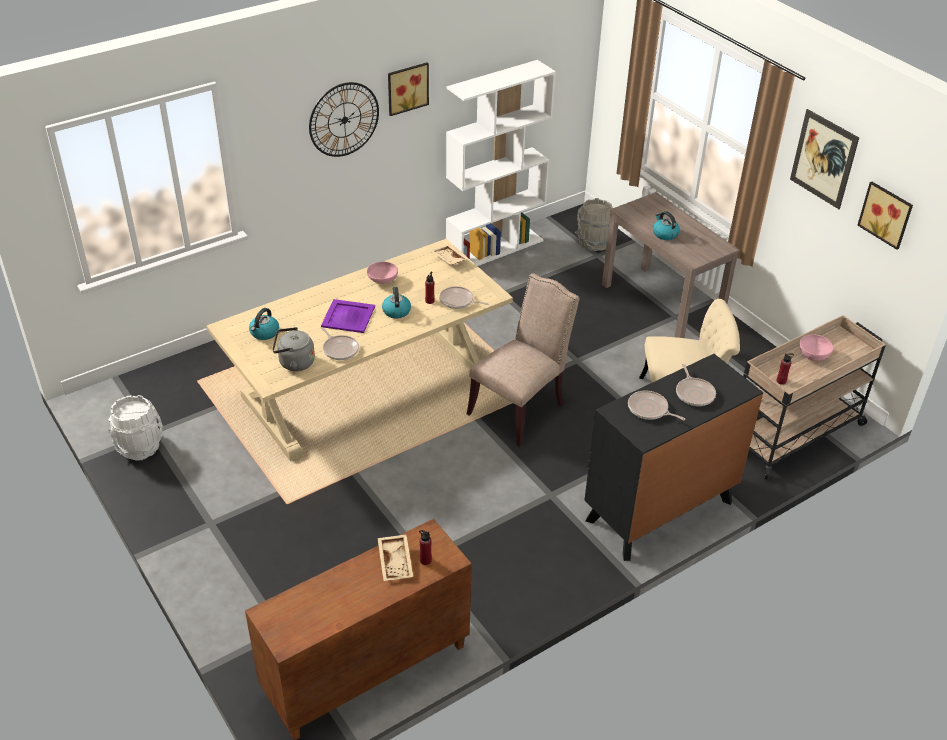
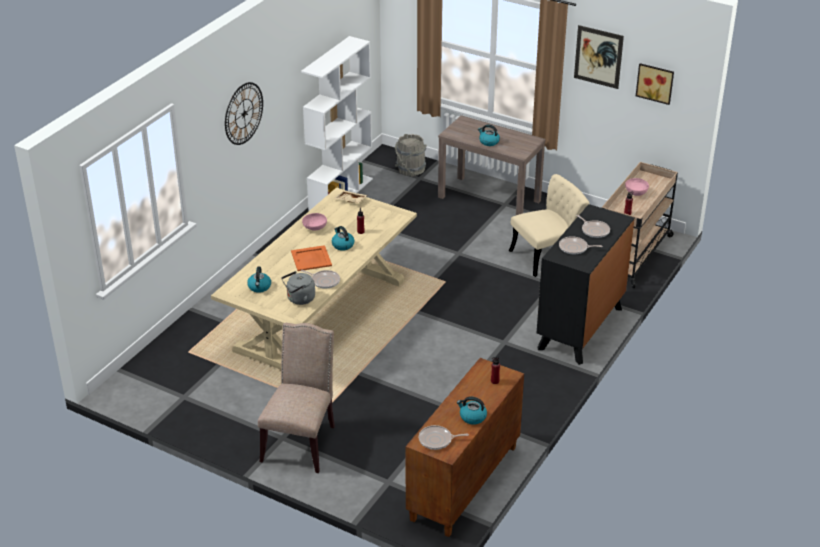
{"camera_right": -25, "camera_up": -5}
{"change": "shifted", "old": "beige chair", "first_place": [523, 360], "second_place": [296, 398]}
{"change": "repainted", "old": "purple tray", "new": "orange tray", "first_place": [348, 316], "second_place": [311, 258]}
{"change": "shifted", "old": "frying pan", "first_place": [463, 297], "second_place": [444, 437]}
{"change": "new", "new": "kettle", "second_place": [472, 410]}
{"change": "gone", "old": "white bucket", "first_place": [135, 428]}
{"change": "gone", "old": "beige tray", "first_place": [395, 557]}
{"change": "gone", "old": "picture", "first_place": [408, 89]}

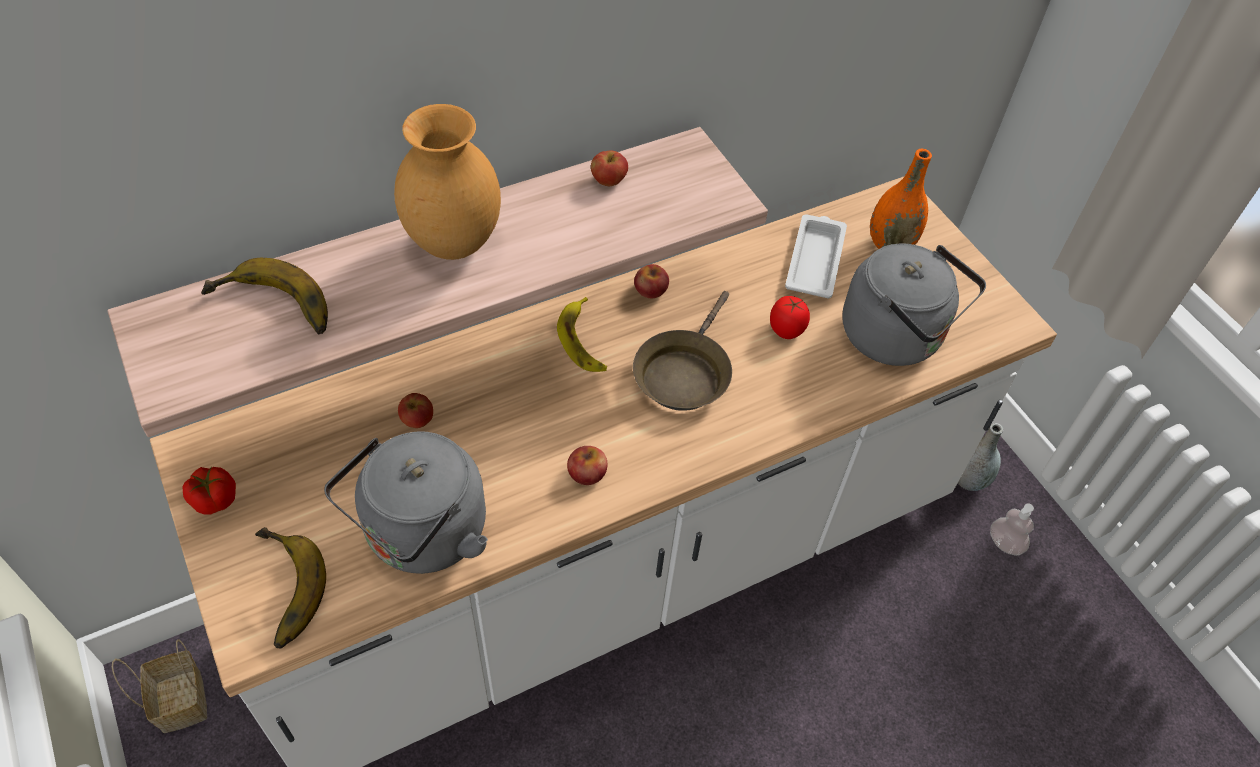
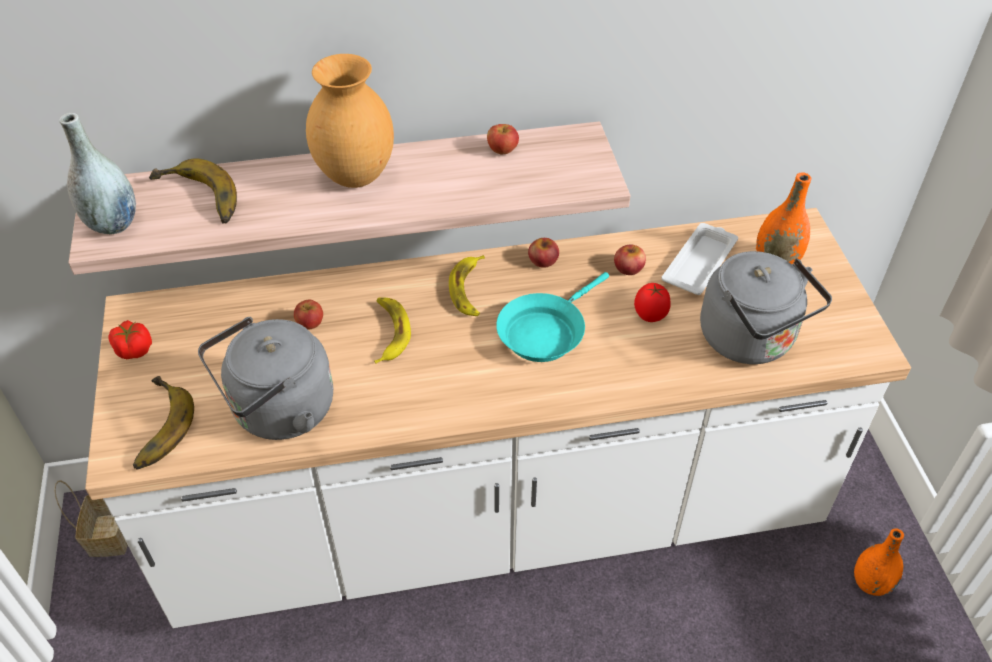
{"camera_right": 20, "camera_up": -5}
{"change": "shifted", "old": "grey vase", "first_place": [980, 457], "second_place": [97, 173]}
{"change": "new", "new": "banana", "second_place": [392, 330]}
{"change": "repainted", "old": "brown frying pan", "new": "turquoise frying pan", "first_place": [682, 351], "second_place": [552, 317]}
{"change": "shifted", "old": "apple", "first_place": [587, 465], "second_place": [630, 260]}
{"change": "swapped", "old": "soap dispenser", "new": "orange vase", "first_place": [1012, 529], "second_place": [879, 562]}

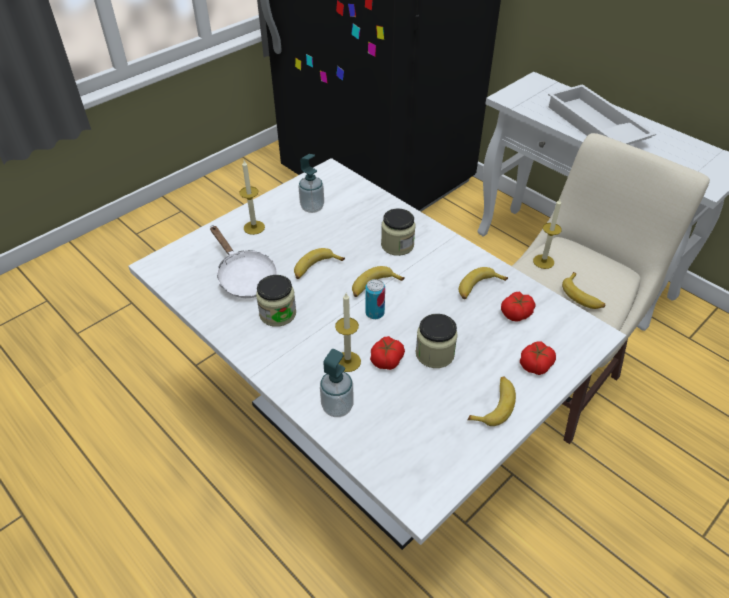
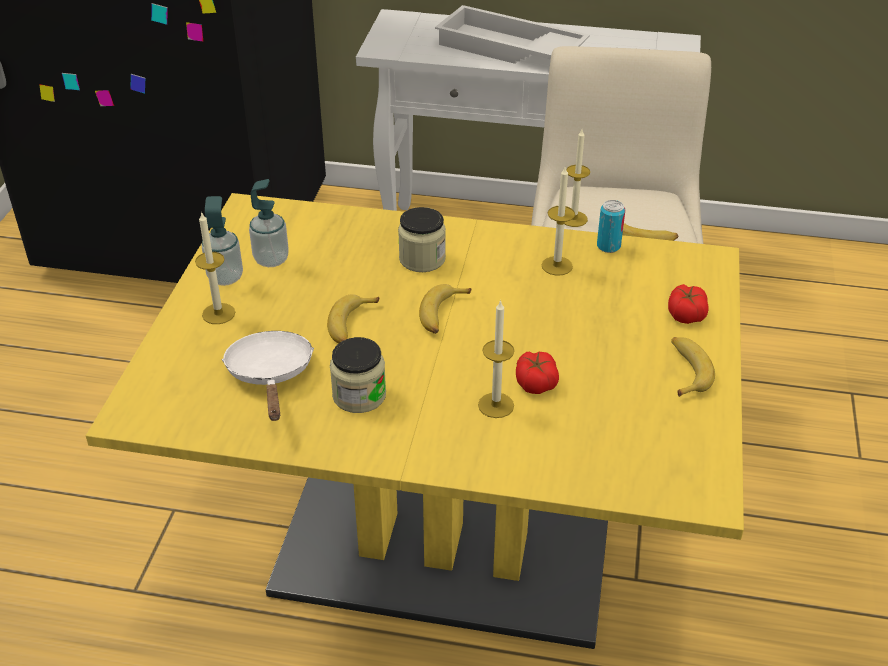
{"camera_right": -35, "camera_up": -5}
{"change": "repainted", "old": "white dining table", "new": "yellow dining table", "first_place": [377, 354], "second_place": [415, 421]}
{"change": "shifted", "old": "soap dispenser", "first_place": [337, 383], "second_place": [222, 241]}
{"change": "rotated", "old": "white frying pan", "first_place": [243, 262], "second_place": [267, 376], "degrees": -120}
{"change": "swapped", "old": "banana", "new": "candle", "first_place": [483, 283], "second_place": [558, 221]}
{"change": "shifted", "old": "can", "first_place": [375, 299], "second_place": [611, 226]}
{"change": "gone", "old": "jar", "first_place": [437, 341]}
{"change": "gone", "old": "tomato", "first_place": [518, 307]}

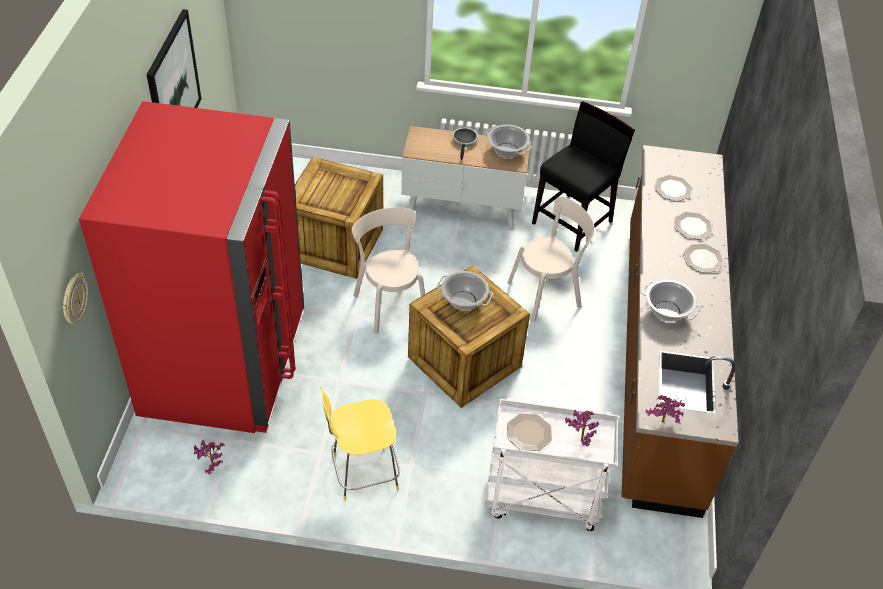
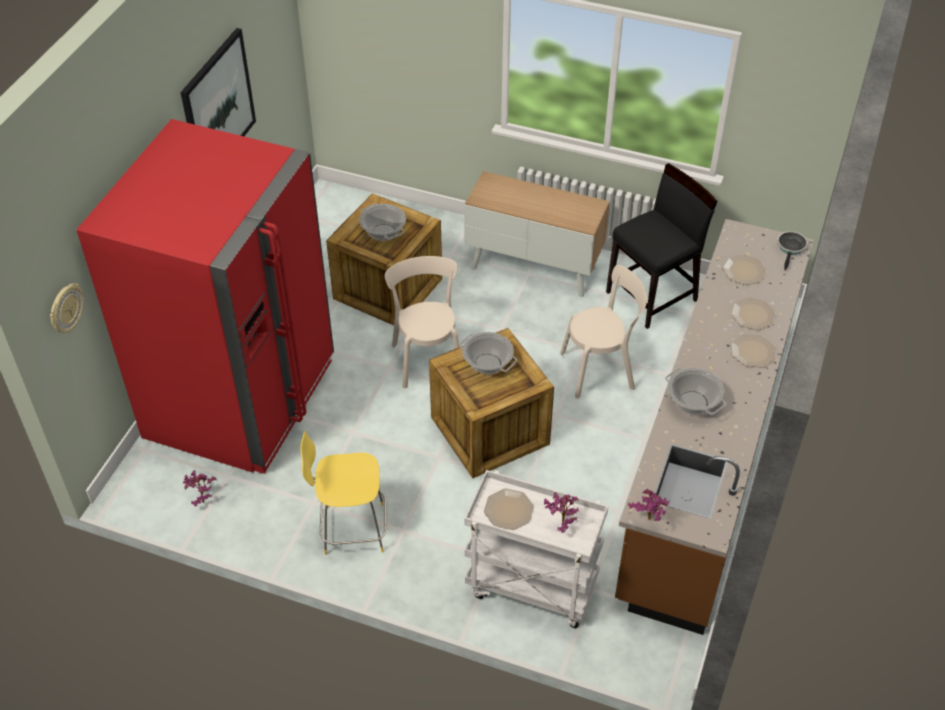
{"camera_right": 15, "camera_up": 0}
{"change": "shifted", "old": "cooking pot", "first_place": [509, 141], "second_place": [382, 222]}
{"change": "shifted", "old": "frying pan", "first_place": [465, 144], "second_place": [792, 250]}

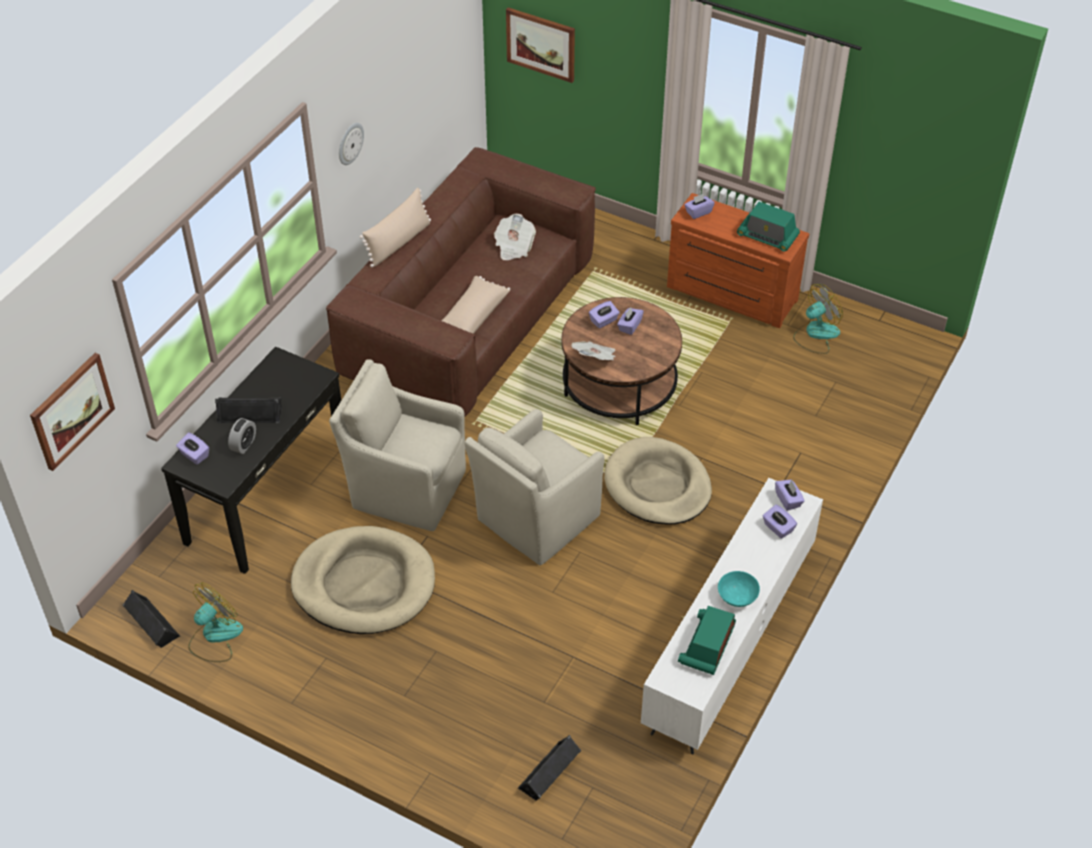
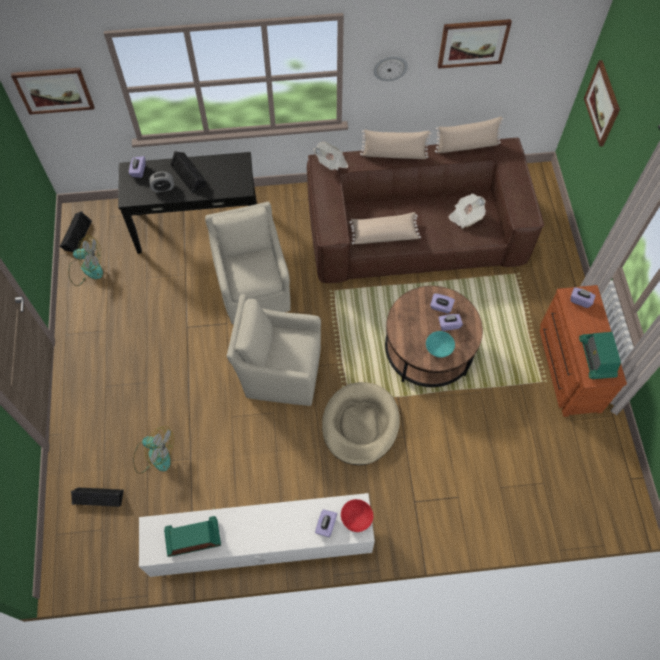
{"camera_right": 55, "camera_up": 15}
{"change": "shifted", "old": "fan", "first_place": [818, 319], "second_place": [153, 450]}
{"change": "shifted", "old": "newspaper", "first_place": [594, 350], "second_place": [330, 156]}
{"change": "swapped", "old": "purple tissue box", "new": "red bowl", "first_place": [790, 495], "second_place": [357, 515]}
{"change": "shifted", "old": "turquoise bowl", "first_place": [739, 589], "second_place": [440, 344]}
{"change": "new", "new": "beige pillow", "second_place": [469, 135]}
{"change": "new", "new": "picture", "second_place": [475, 44]}
{"change": "gone", "old": "beige dog bed", "first_place": [363, 580]}

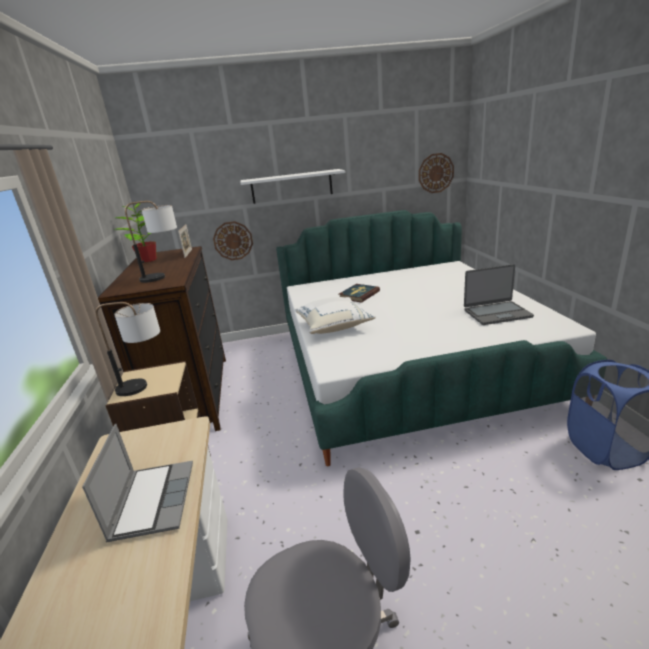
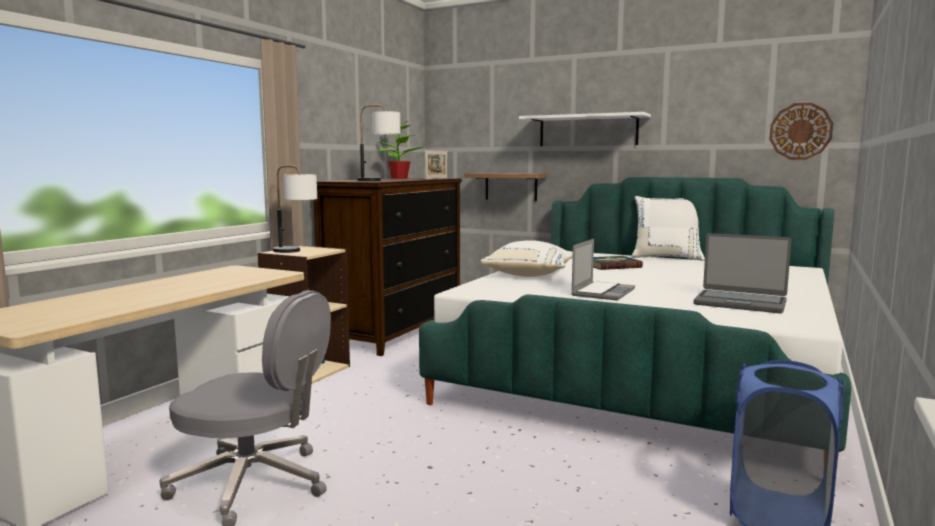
{"camera_right": 35, "camera_up": -15}
{"change": "swapped", "old": "wall clock", "new": "shelf", "first_place": [233, 240], "second_place": [505, 187]}
{"change": "shifted", "old": "laptop", "first_place": [137, 483], "second_place": [603, 270]}
{"change": "new", "new": "white pillow", "second_place": [668, 228]}

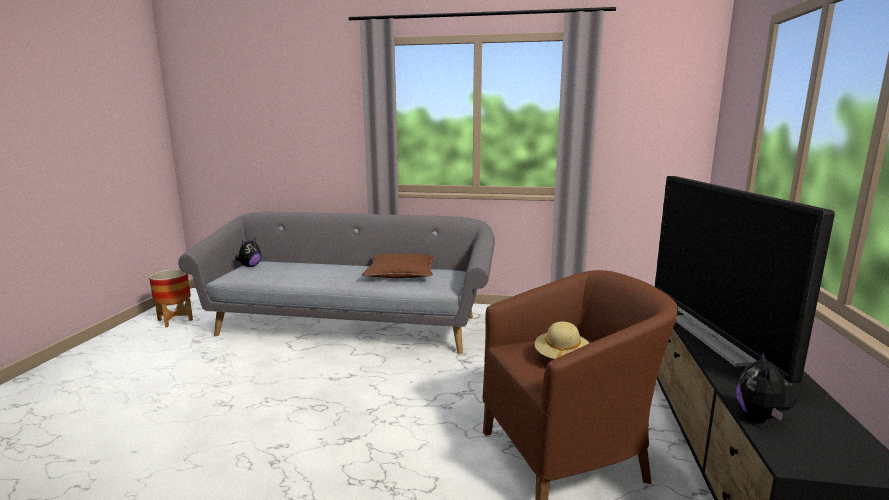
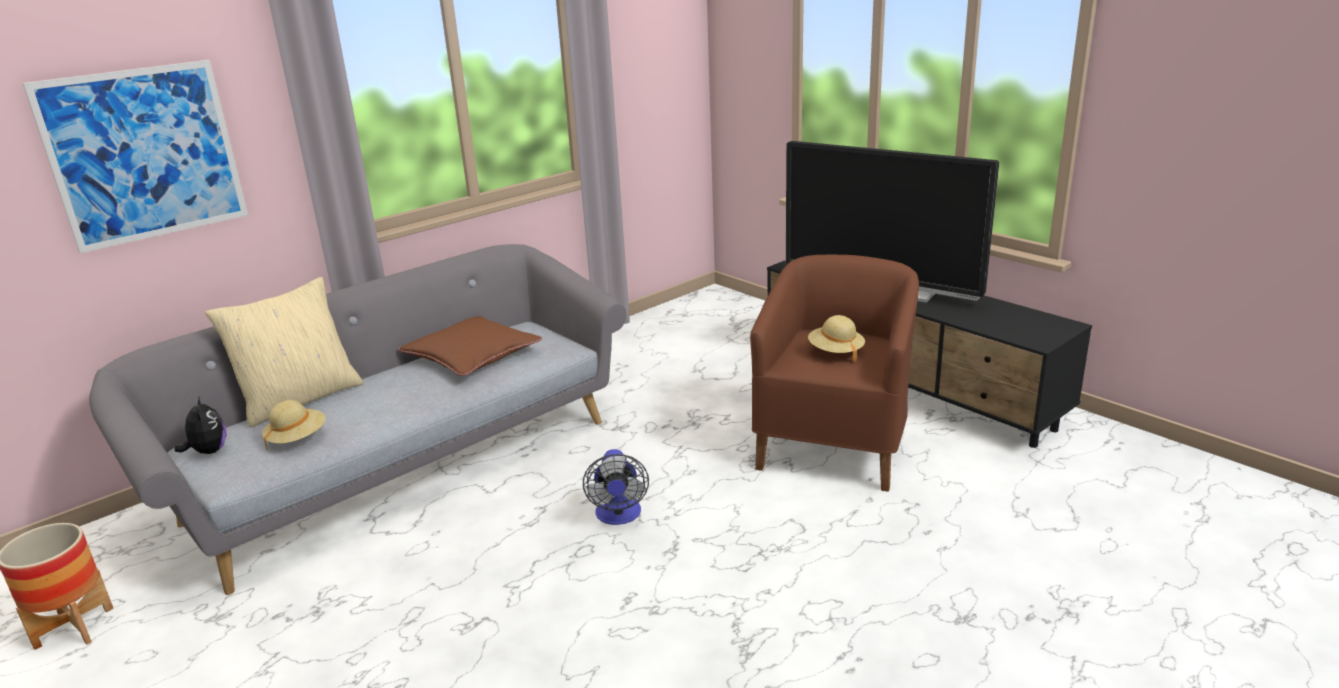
{"camera_right": -50, "camera_up": 10}
{"change": "new", "new": "picture", "second_place": [135, 156]}
{"change": "new", "new": "beige pillow", "second_place": [284, 352]}
{"change": "new", "new": "beige hat", "second_place": [294, 425]}
{"change": "new", "new": "fan", "second_place": [616, 487]}
{"change": "gone", "old": "plush toy", "first_place": [767, 386]}

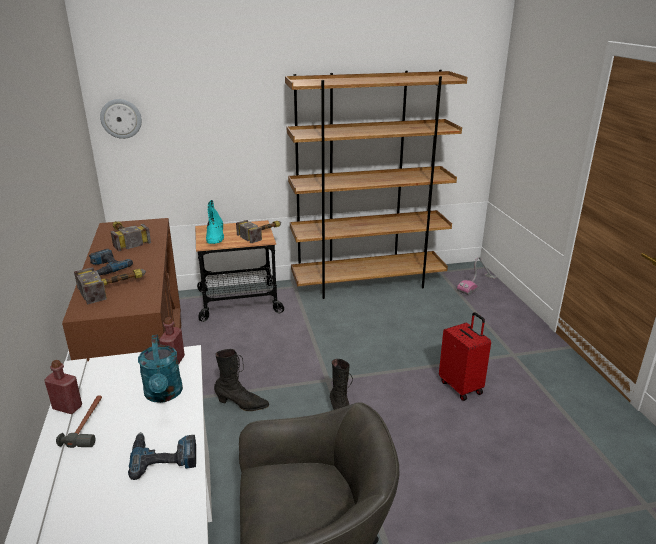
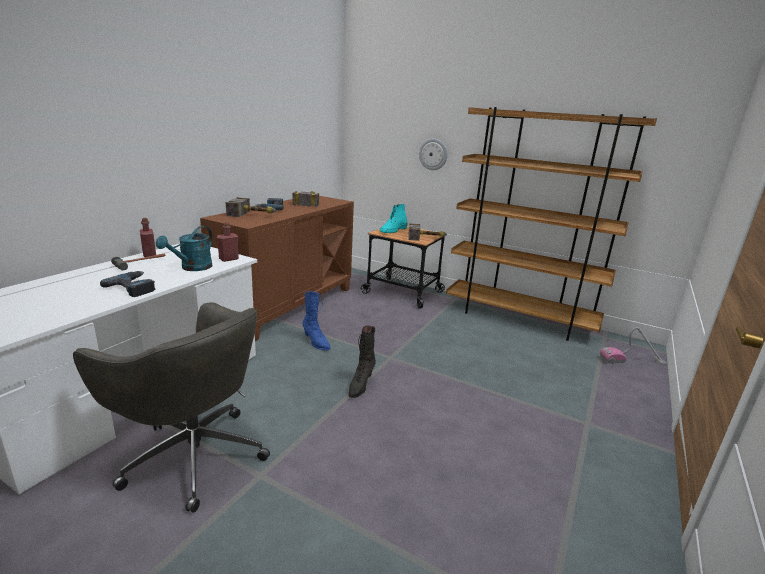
{"camera_right": 40, "camera_up": -5}
{"change": "repainted", "old": "black boot", "new": "blue boot", "first_place": [241, 380], "second_place": [317, 321]}
{"change": "shifted", "old": "wall clock", "first_place": [121, 119], "second_place": [433, 154]}
{"change": "gone", "old": "red suitcase", "first_place": [465, 356]}

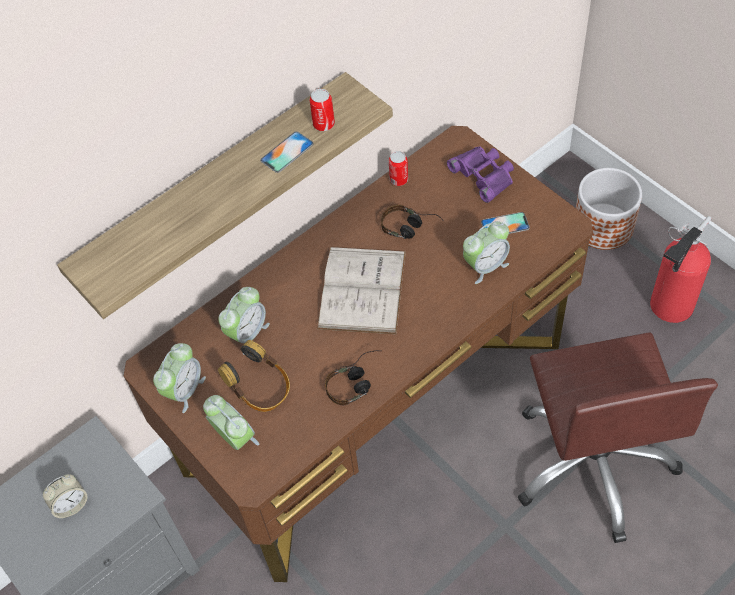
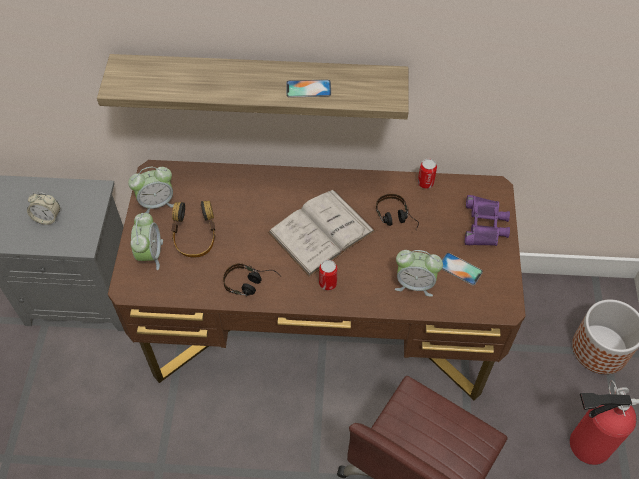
{"camera_right": 40, "camera_up": 0}
{"change": "shifted", "old": "can", "first_place": [322, 110], "second_place": [328, 275]}
{"change": "gone", "old": "alarm clock", "first_place": [244, 321]}

